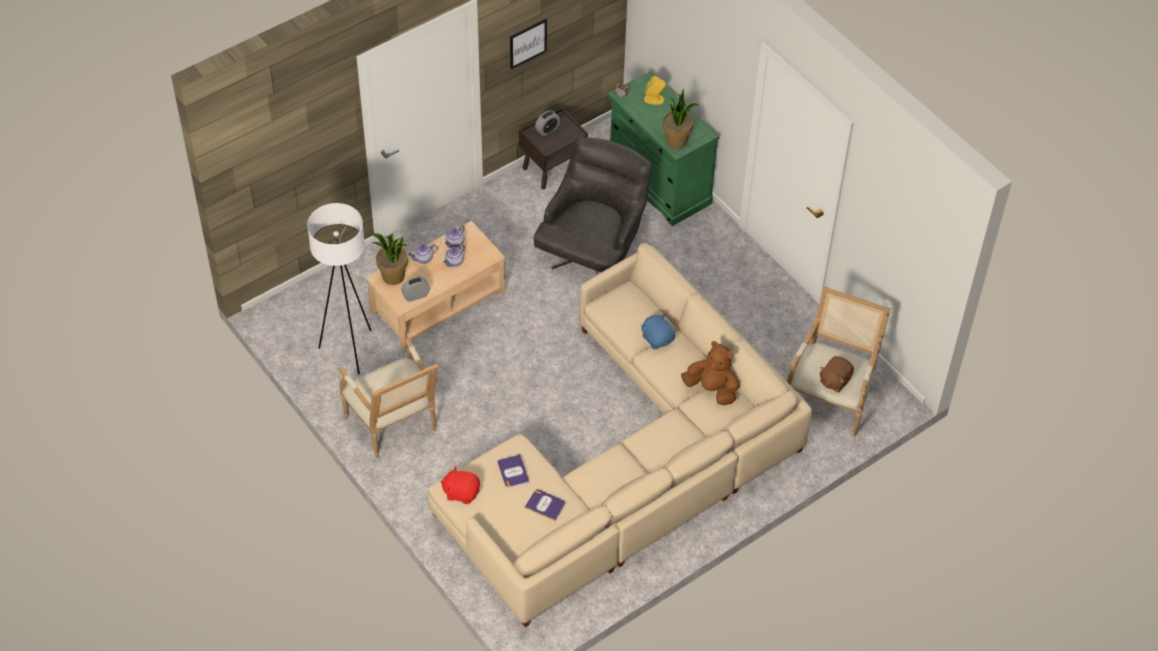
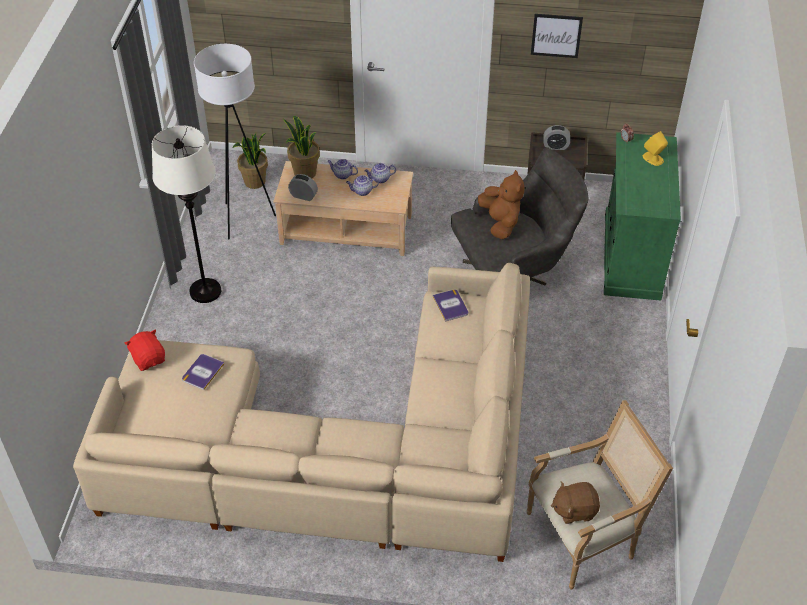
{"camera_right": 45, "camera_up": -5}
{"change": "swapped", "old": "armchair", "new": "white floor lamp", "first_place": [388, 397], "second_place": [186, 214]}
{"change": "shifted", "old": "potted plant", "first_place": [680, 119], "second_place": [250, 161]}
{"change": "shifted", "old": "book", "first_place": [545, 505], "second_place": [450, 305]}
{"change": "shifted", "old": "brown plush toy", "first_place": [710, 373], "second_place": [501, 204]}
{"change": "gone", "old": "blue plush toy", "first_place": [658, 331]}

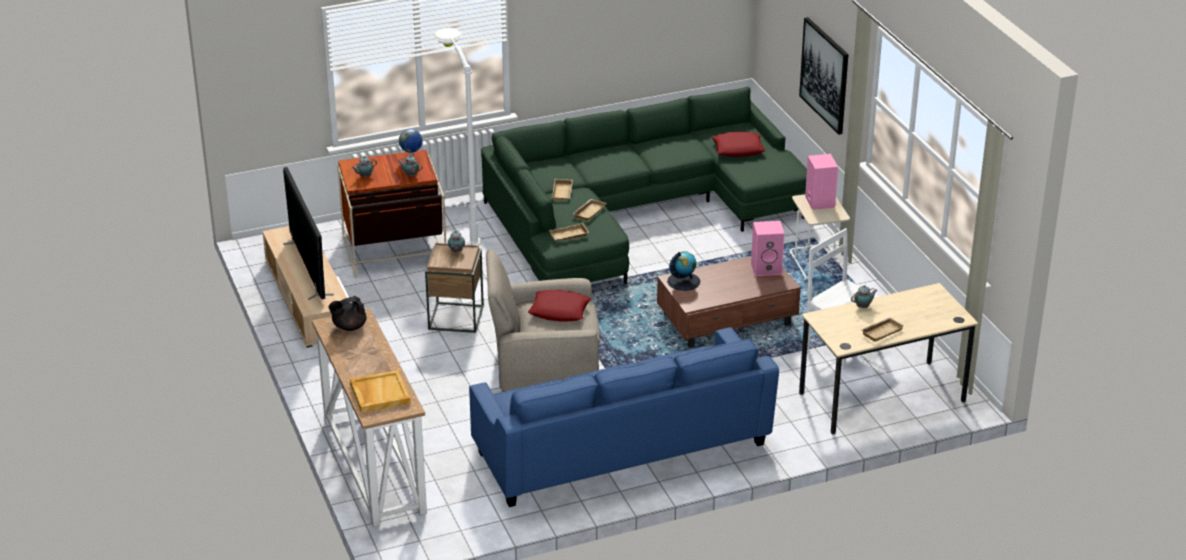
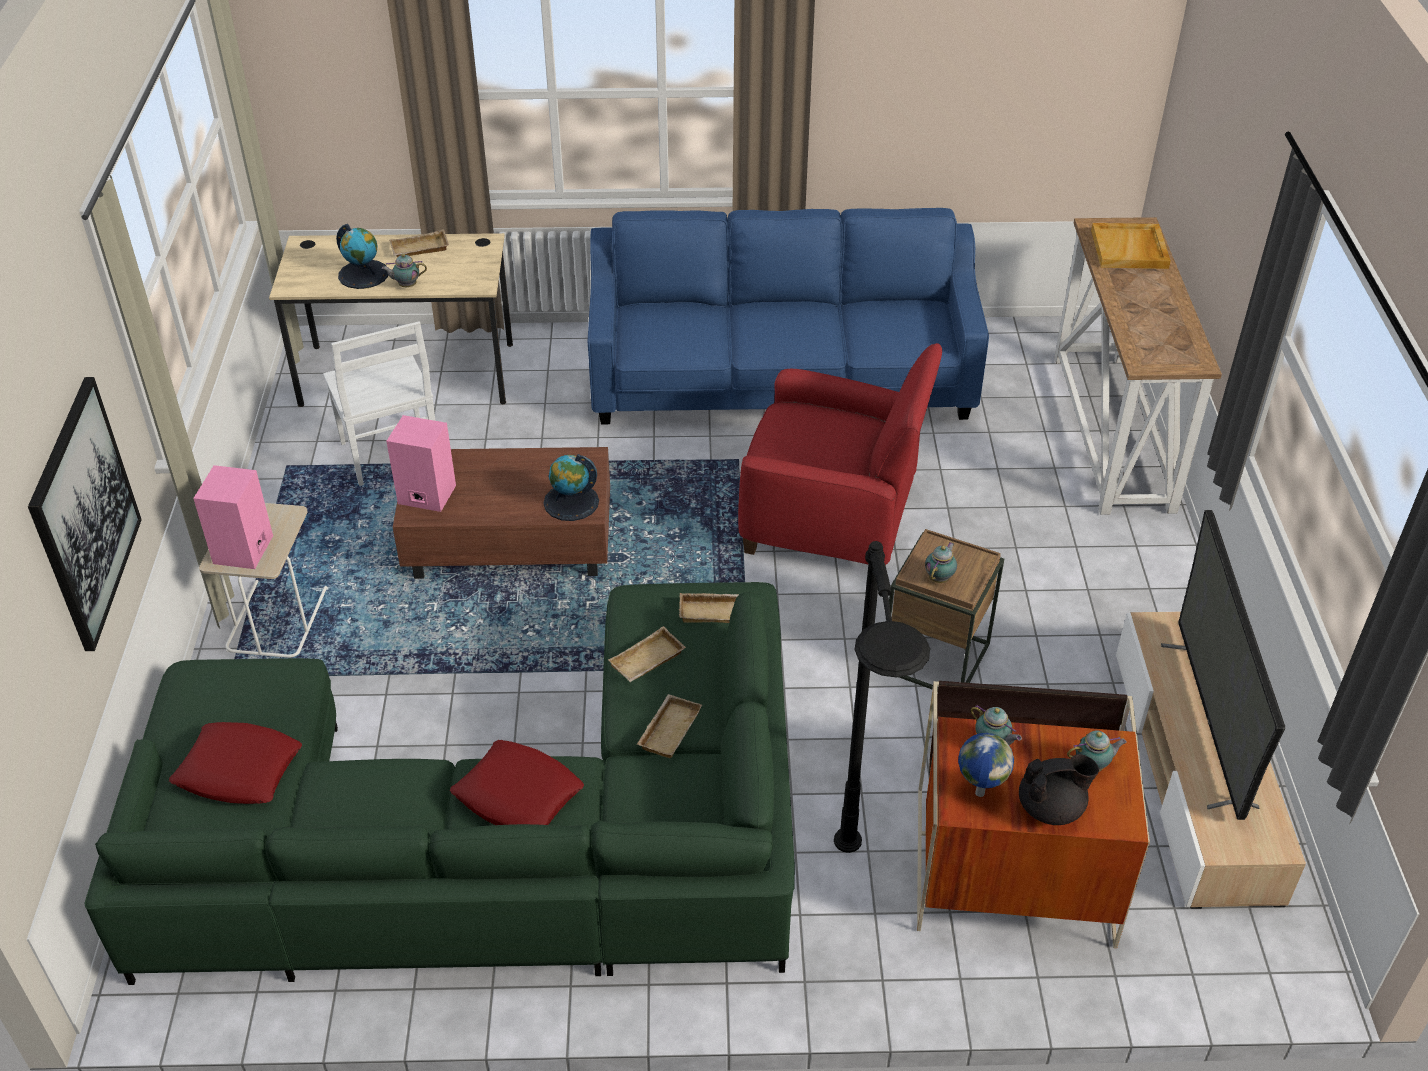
{"camera_right": -160, "camera_up": 10}
{"change": "new", "new": "globe", "second_place": [362, 256]}
{"change": "shifted", "old": "red pillow", "first_place": [559, 306], "second_place": [517, 782]}
{"change": "repainted", "old": "beige armchair", "new": "red armchair", "first_place": [543, 320], "second_place": [840, 454]}
{"change": "repainted", "old": "white floor lamp", "new": "black floor lamp", "first_place": [457, 137], "second_place": [882, 697]}
{"change": "shifted", "old": "black teapot", "first_place": [348, 313], "second_place": [1059, 789]}

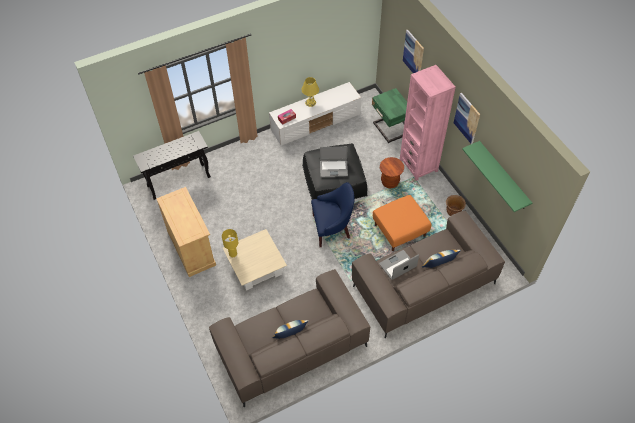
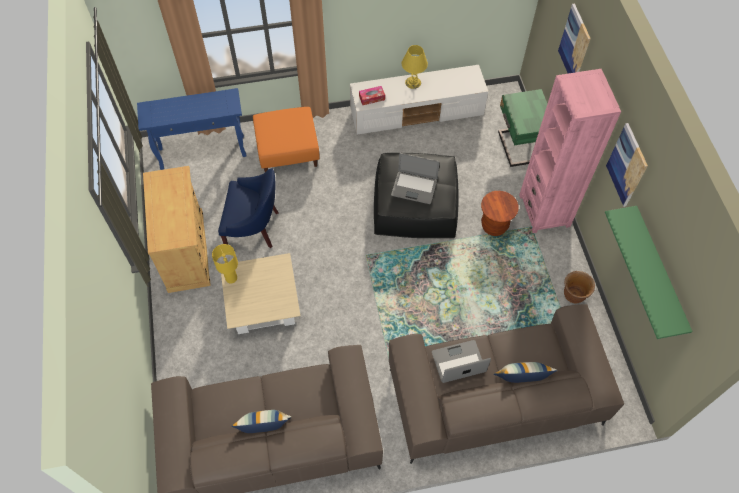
{"camera_right": 15, "camera_up": 5}
{"change": "repainted", "old": "black console table", "new": "blue console table", "first_place": [172, 165], "second_place": [192, 129]}
{"change": "shifted", "old": "blue armchair", "first_place": [333, 214], "second_place": [248, 208]}
{"change": "shifted", "old": "orange ottoman", "first_place": [402, 223], "second_place": [286, 139]}

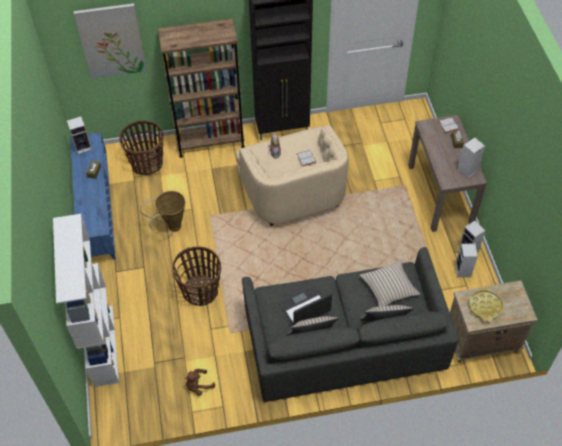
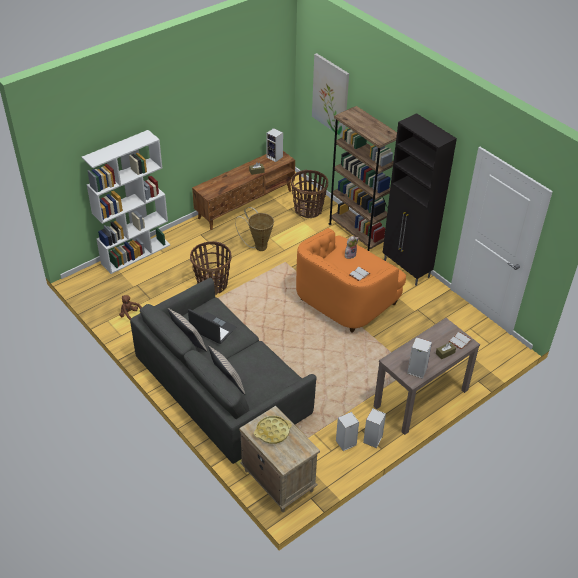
{"camera_right": 60, "camera_up": -10}
{"change": "repainted", "old": "blue tv stand", "new": "brown tv stand", "first_place": [93, 196], "second_place": [243, 190]}
{"change": "repainted", "old": "beige armchair", "new": "orange armchair", "first_place": [292, 175], "second_place": [351, 280]}
{"change": "gone", "old": "beige pillow", "first_place": [390, 283]}

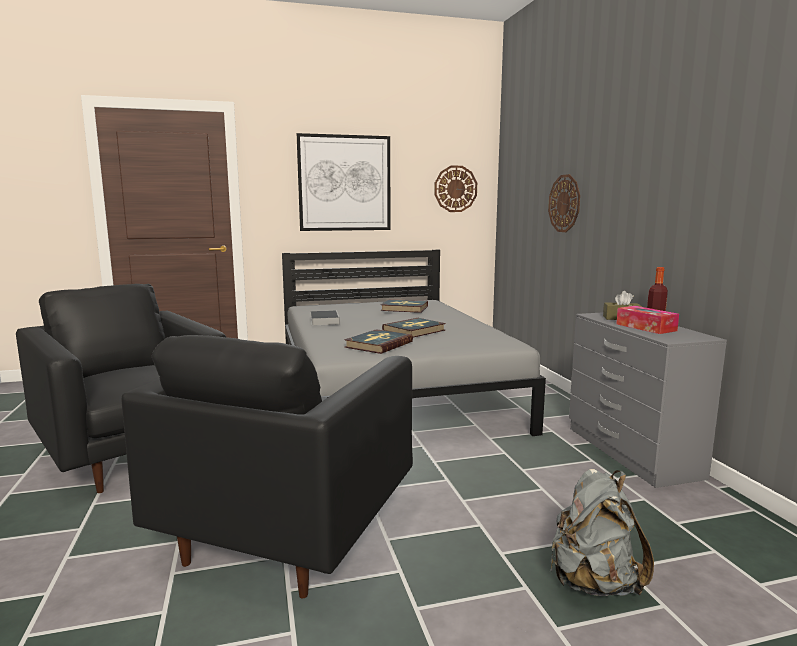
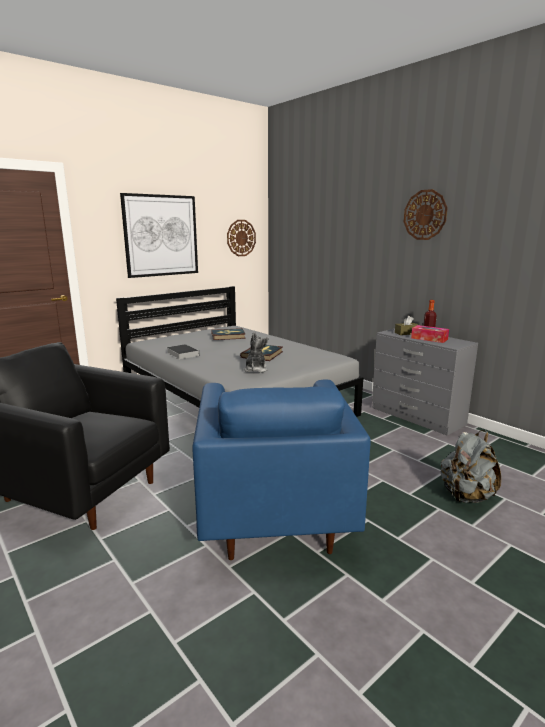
{"camera_right": -25, "camera_up": 5}
{"change": "repainted", "old": "black armchair", "new": "blue armchair", "first_place": [267, 466], "second_place": [281, 469]}
{"change": "swapped", "old": "book", "new": "plush toy", "first_place": [378, 341], "second_place": [256, 352]}
{"change": "shifted", "old": "wall clock", "first_place": [564, 203], "second_place": [426, 214]}

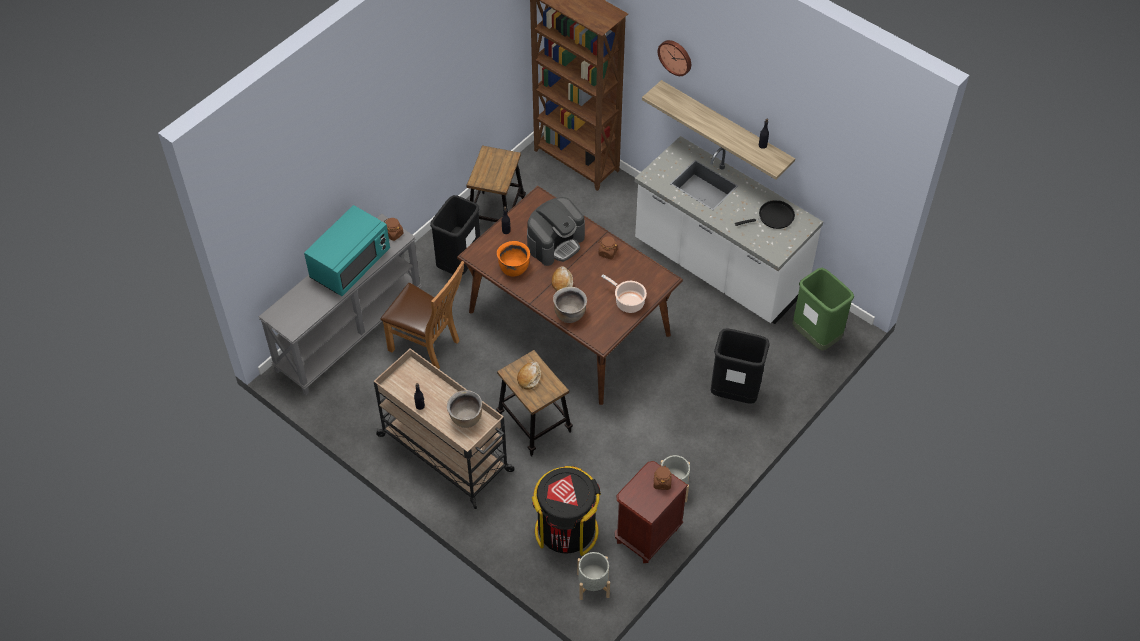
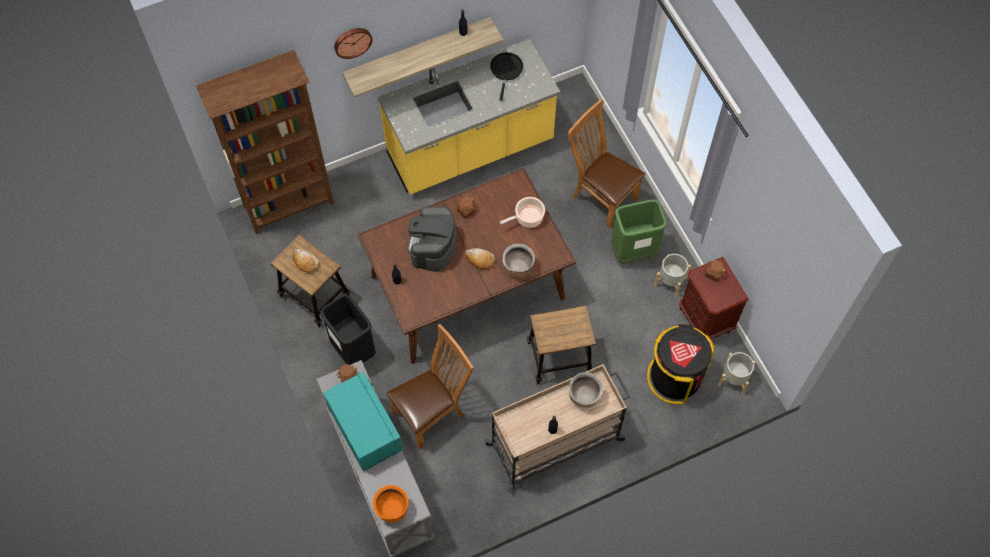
{"camera_right": -65, "camera_up": 10}
{"change": "shifted", "old": "bread", "first_place": [529, 375], "second_place": [305, 261]}
{"change": "shifted", "old": "orange cooking pot", "first_place": [513, 258], "second_place": [391, 504]}
{"change": "repainted", "old": "white counter", "new": "yellow counter", "first_place": [729, 230], "second_place": [468, 116]}
{"change": "rotated", "old": "coffee machine", "first_place": [556, 231], "second_place": [432, 239], "degrees": -150}
{"change": "swapped", "old": "black trash can", "new": "brown chair", "first_place": [740, 366], "second_place": [606, 163]}
{"change": "shifted", "old": "green trash can", "first_place": [823, 309], "second_place": [639, 232]}

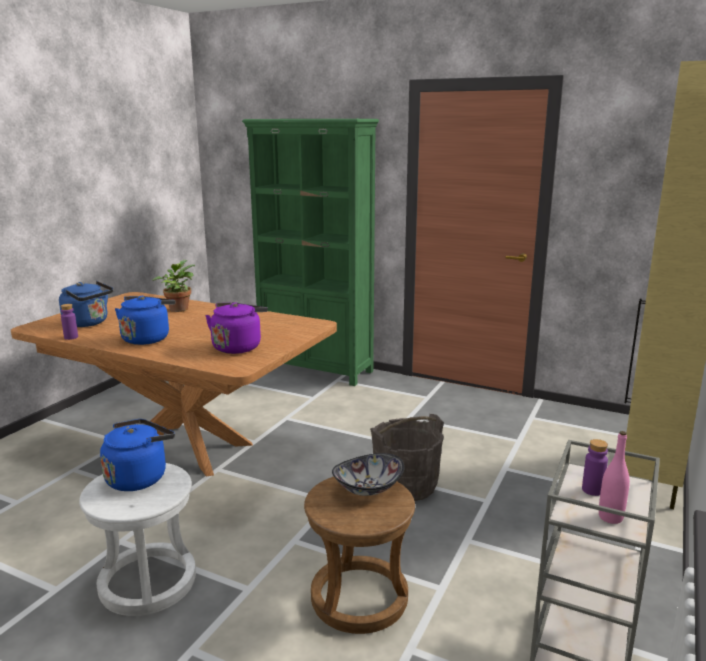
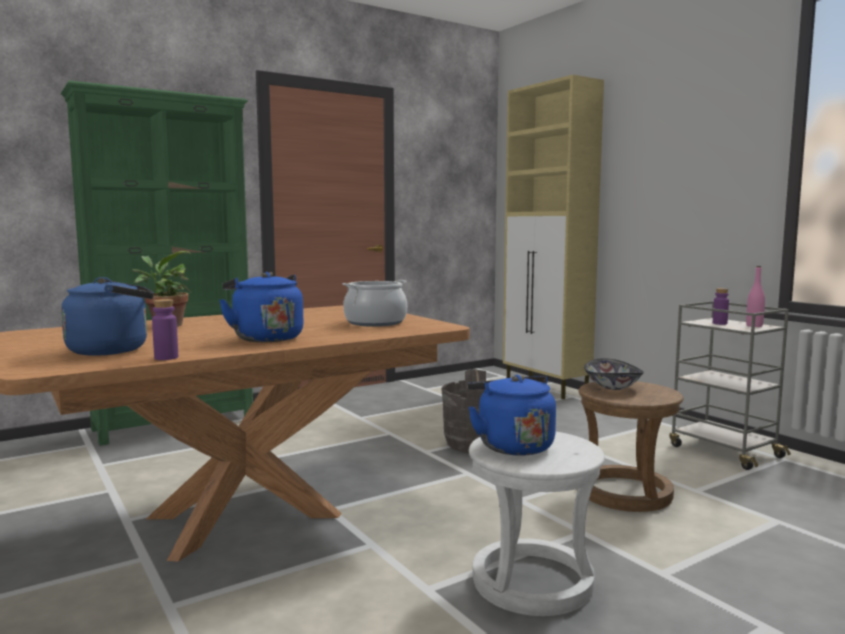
{"camera_right": -60, "camera_up": -10}
{"change": "swapped", "old": "purple kettle", "new": "cooking pot", "first_place": [236, 328], "second_place": [374, 303]}

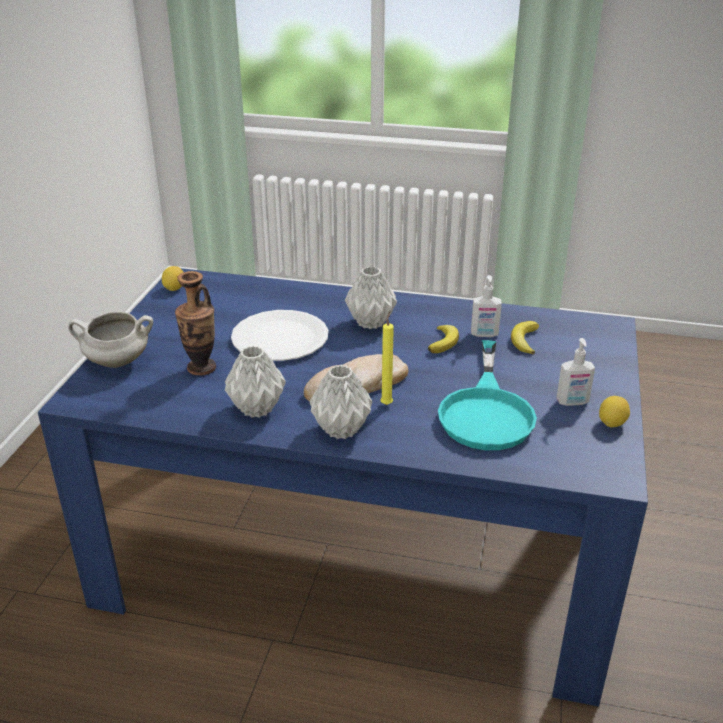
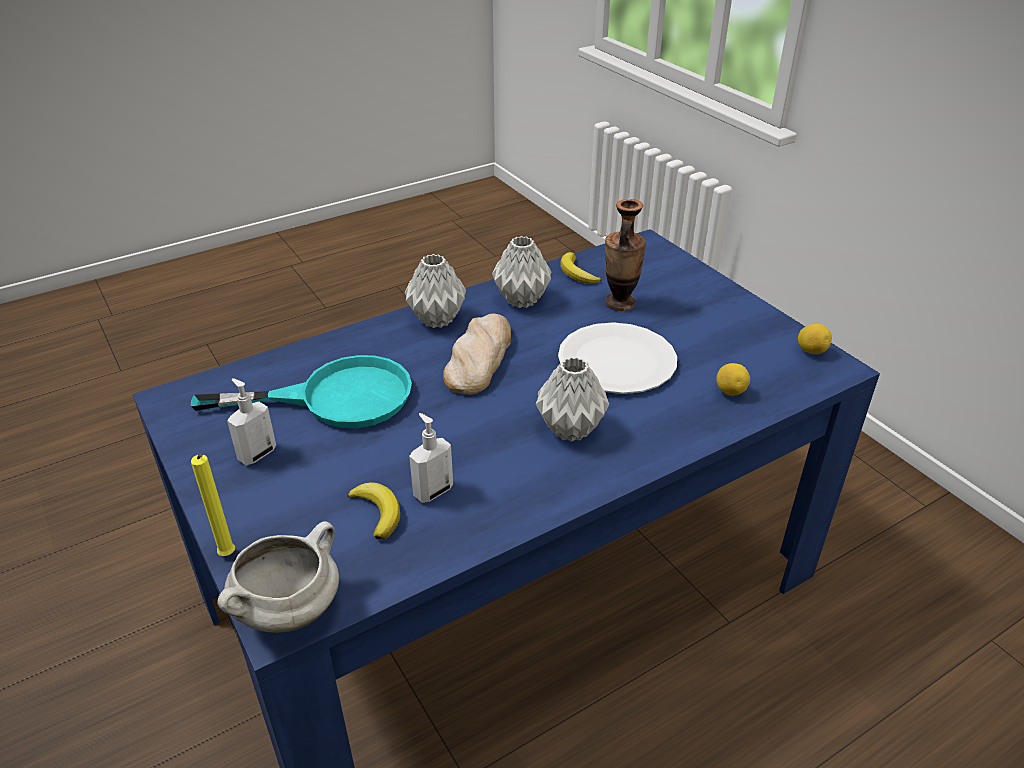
{"camera_right": 135, "camera_up": 5}
{"change": "rotated", "old": "turquoise frying pan", "first_place": [487, 395], "second_place": [301, 391], "degrees": 120}
{"change": "shifted", "old": "yellow candle", "first_place": [387, 358], "second_place": [213, 504]}
{"change": "shifted", "old": "white cooking pot", "first_place": [110, 339], "second_place": [278, 577]}
{"change": "shifted", "old": "banana", "first_place": [443, 339], "second_place": [580, 268]}
{"change": "shifted", "old": "lemon", "first_place": [614, 412], "second_place": [733, 379]}

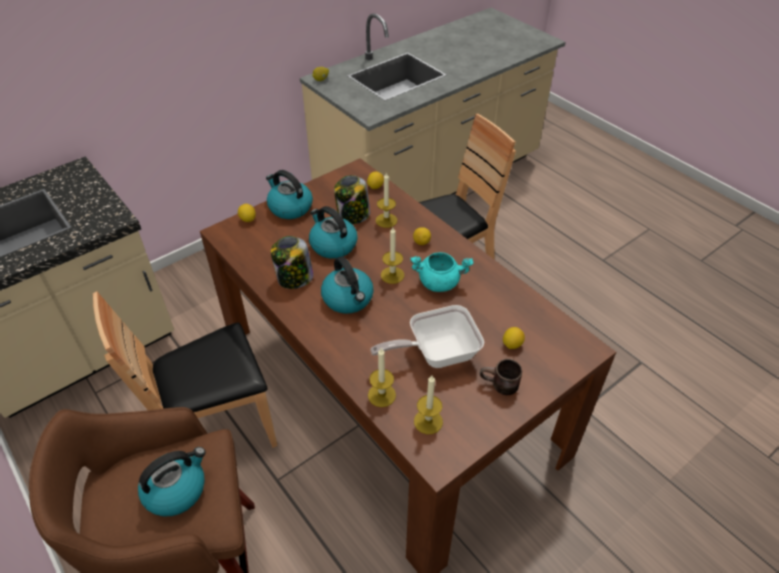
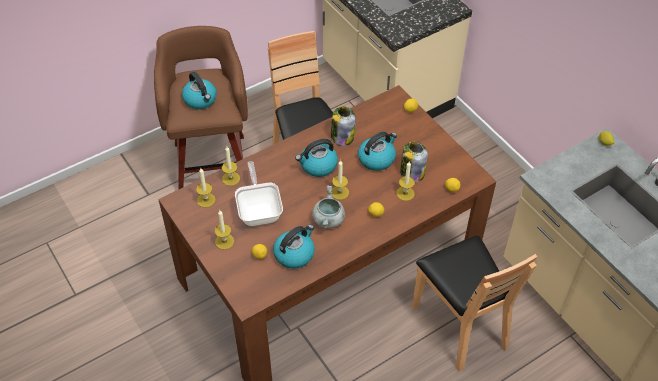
{"camera_right": 95, "camera_up": 5}
{"change": "swapped", "old": "brown mug", "new": "candle", "first_place": [501, 377], "second_place": [224, 230]}
{"change": "shifted", "old": "kettle", "first_place": [289, 194], "second_place": [294, 246]}
{"change": "repainted", "old": "turquoise cooking pot", "new": "grey cooking pot", "first_place": [441, 272], "second_place": [328, 207]}

